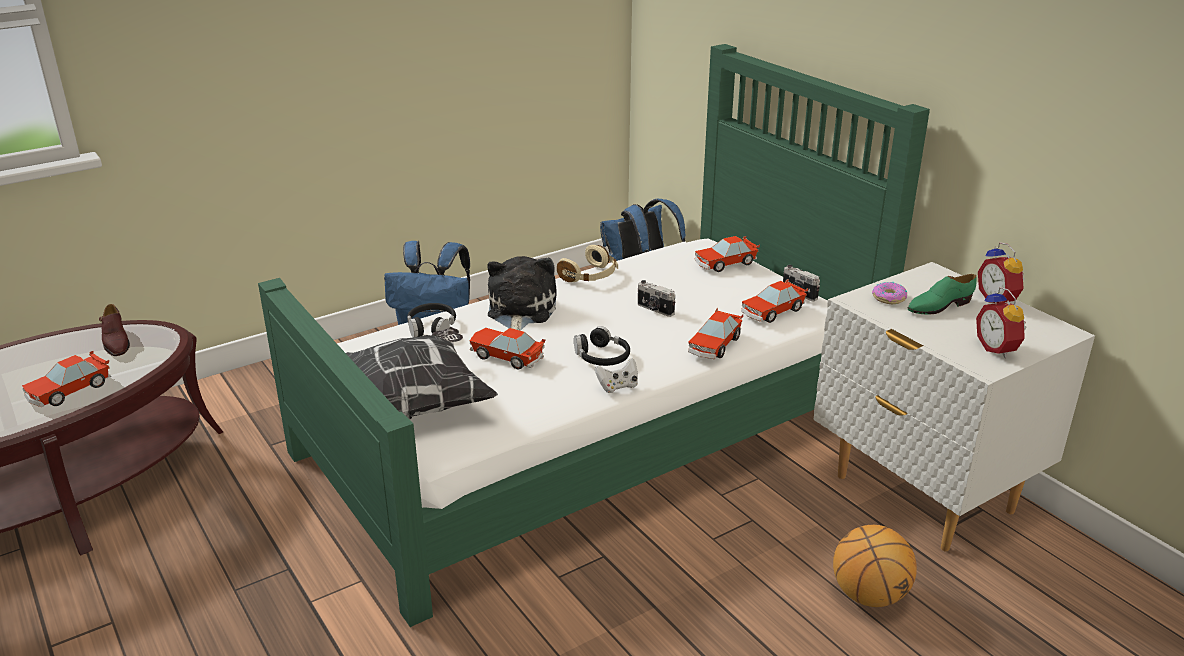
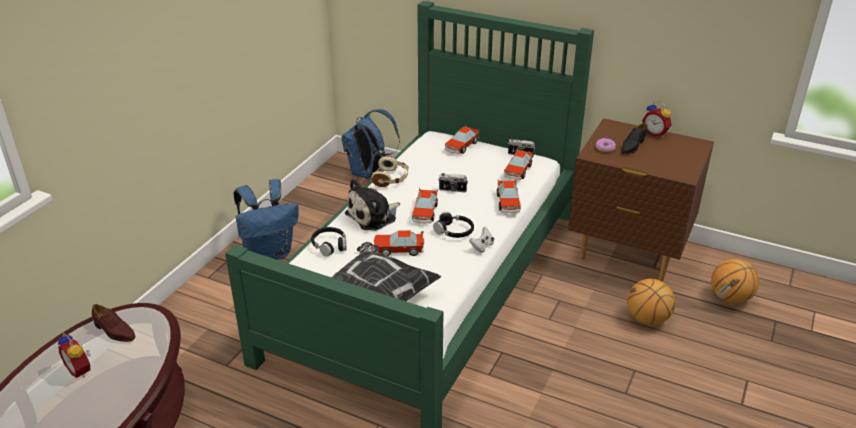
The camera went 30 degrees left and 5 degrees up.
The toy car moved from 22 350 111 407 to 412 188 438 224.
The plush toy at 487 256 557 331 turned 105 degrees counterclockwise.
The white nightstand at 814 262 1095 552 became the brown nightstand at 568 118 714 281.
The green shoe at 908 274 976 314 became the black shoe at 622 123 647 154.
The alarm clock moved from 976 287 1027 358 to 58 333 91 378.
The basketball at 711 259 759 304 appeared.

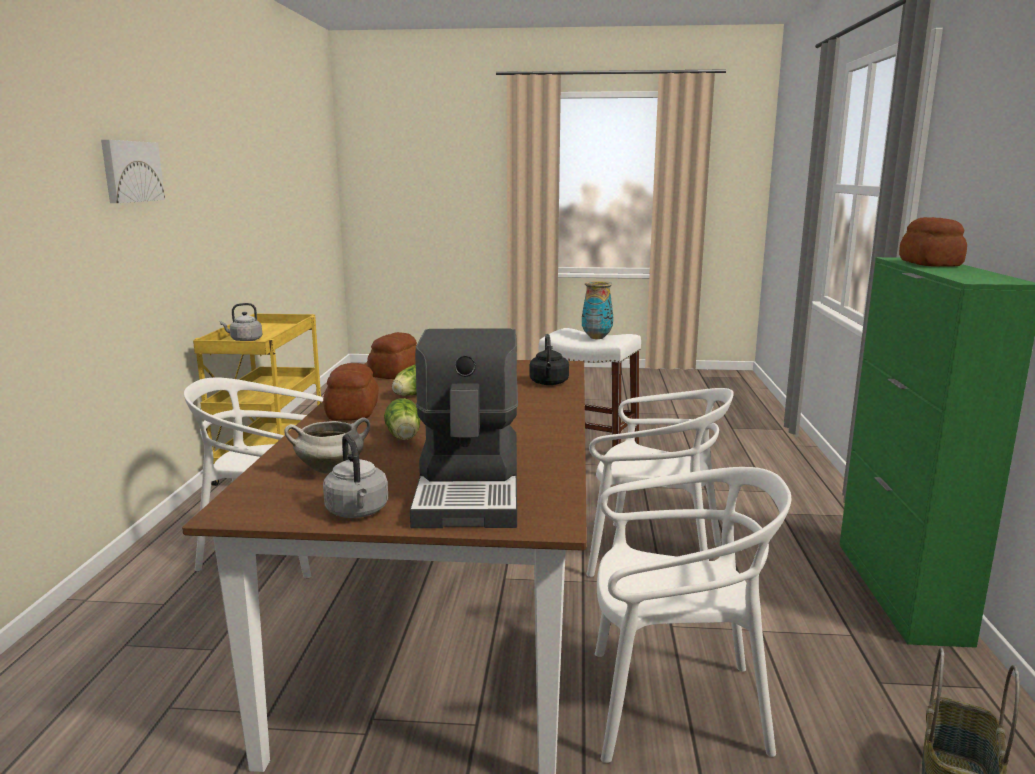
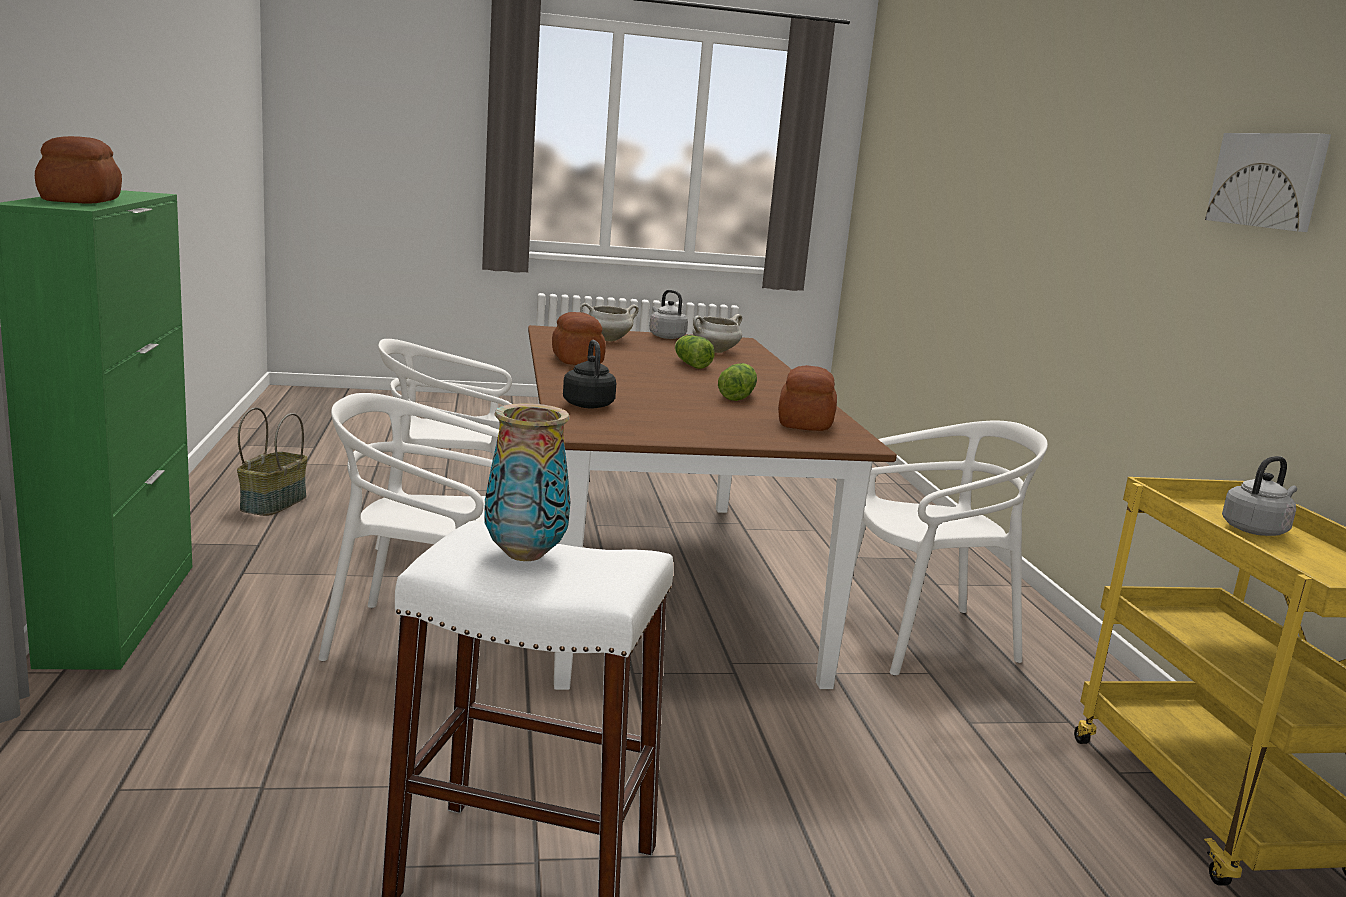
The camera went 165 degrees right and 0 degrees up.
The bread moved from 323 363 379 421 to 552 312 606 365.
The coffee machine at 410 329 518 528 was replaced by the white cooking pot at 580 303 639 341.

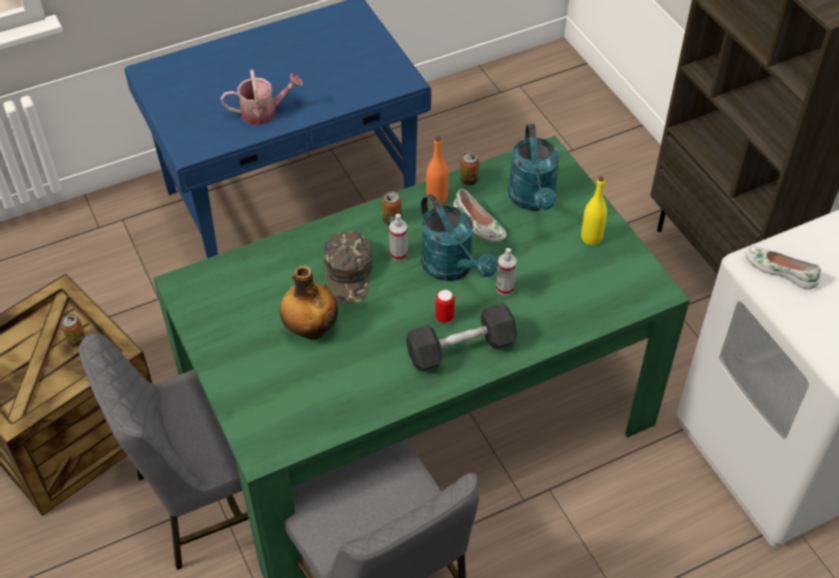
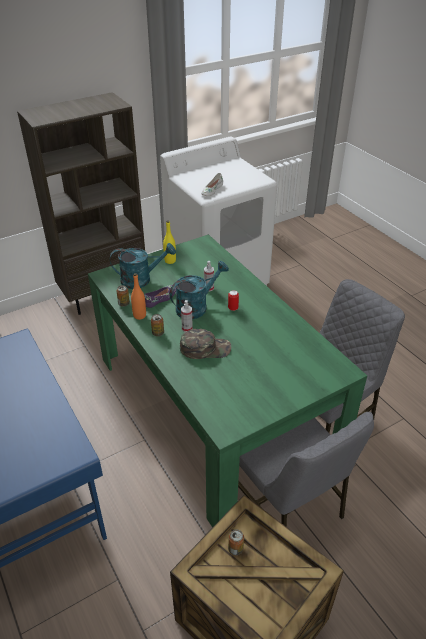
The camera went 95 degrees left and 10 degrees down.
The watering can at 221 69 303 125 disappeared.
The bottle at 280 266 338 340 disappeared.
The black dumbbell at 406 303 517 371 disappeared.
The white shoe at 453 189 507 242 became the purple shoe at 144 285 176 308.

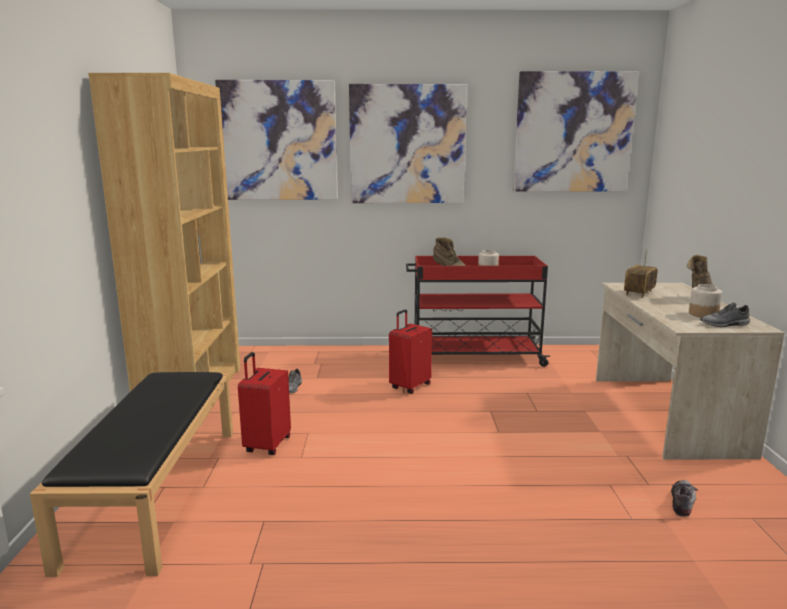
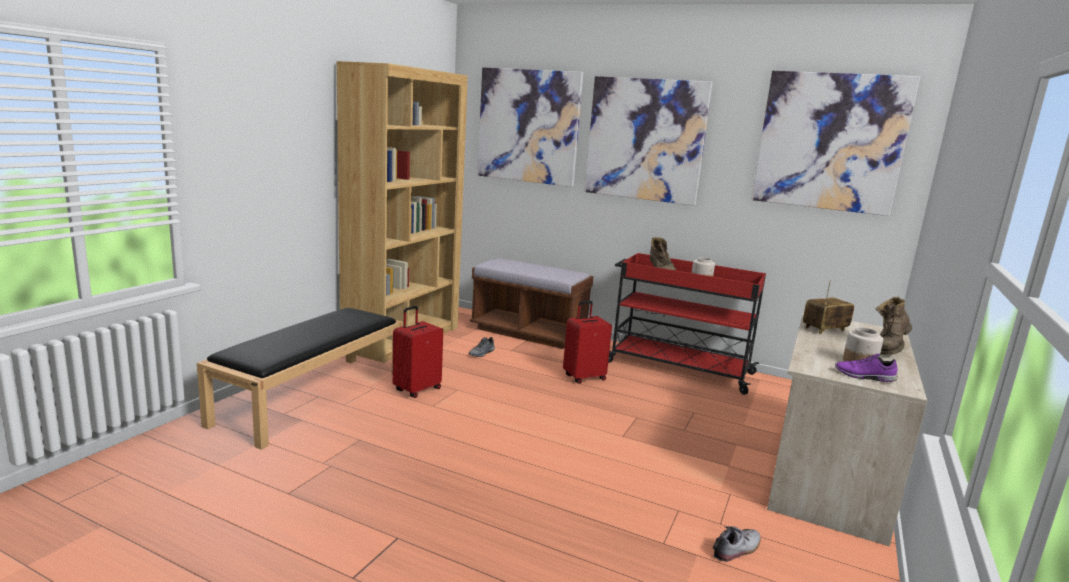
The camera went 25 degrees right and 0 degrees up.
The grey shoe at 700 303 750 327 became the purple shoe at 835 354 898 382.
The brown bench at 470 258 593 349 appeared.

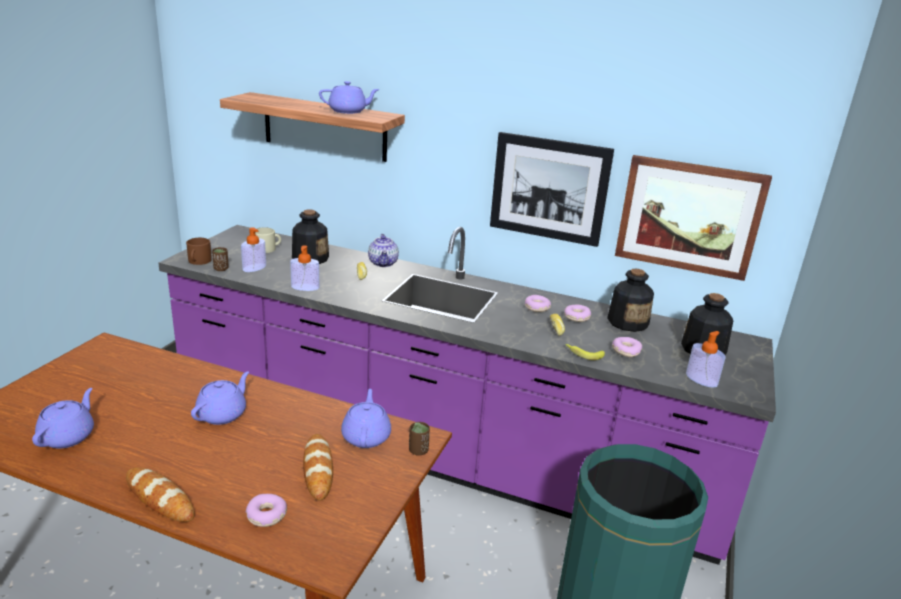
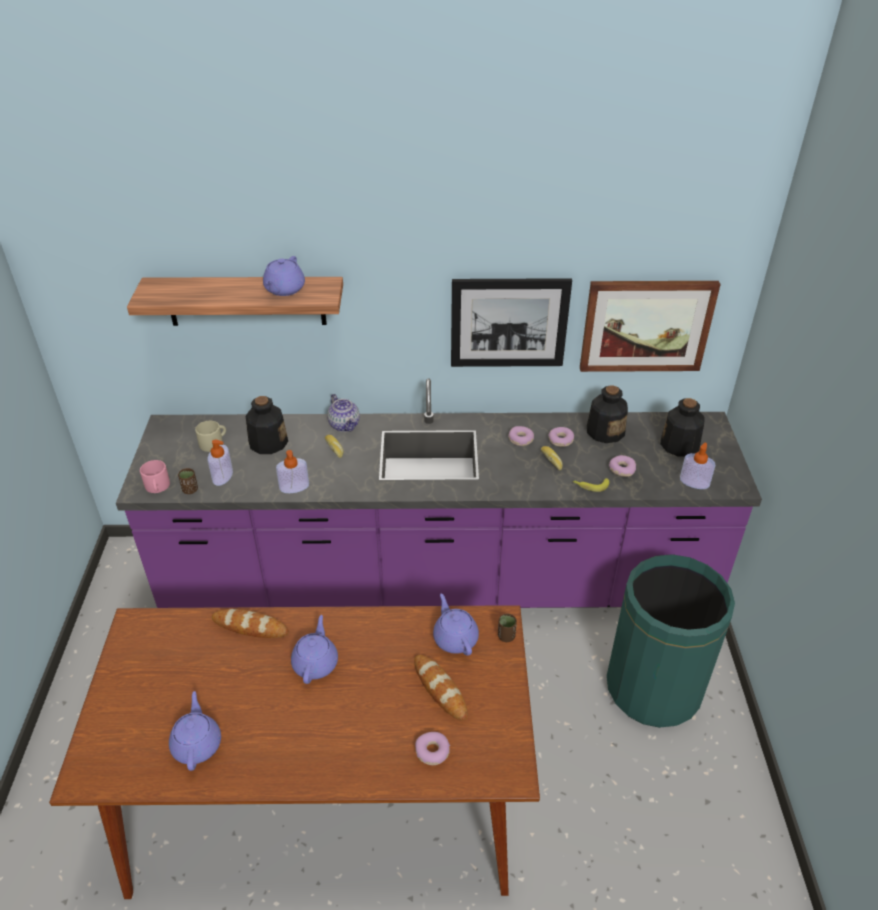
The camera went 20 degrees left and 15 degrees up.
The bread moved from 126 468 195 522 to 212 609 289 638.
The brown mug at 186 238 212 265 became the pink mug at 140 460 170 493.
The purple teapot at 319 81 380 114 turned 135 degrees clockwise.

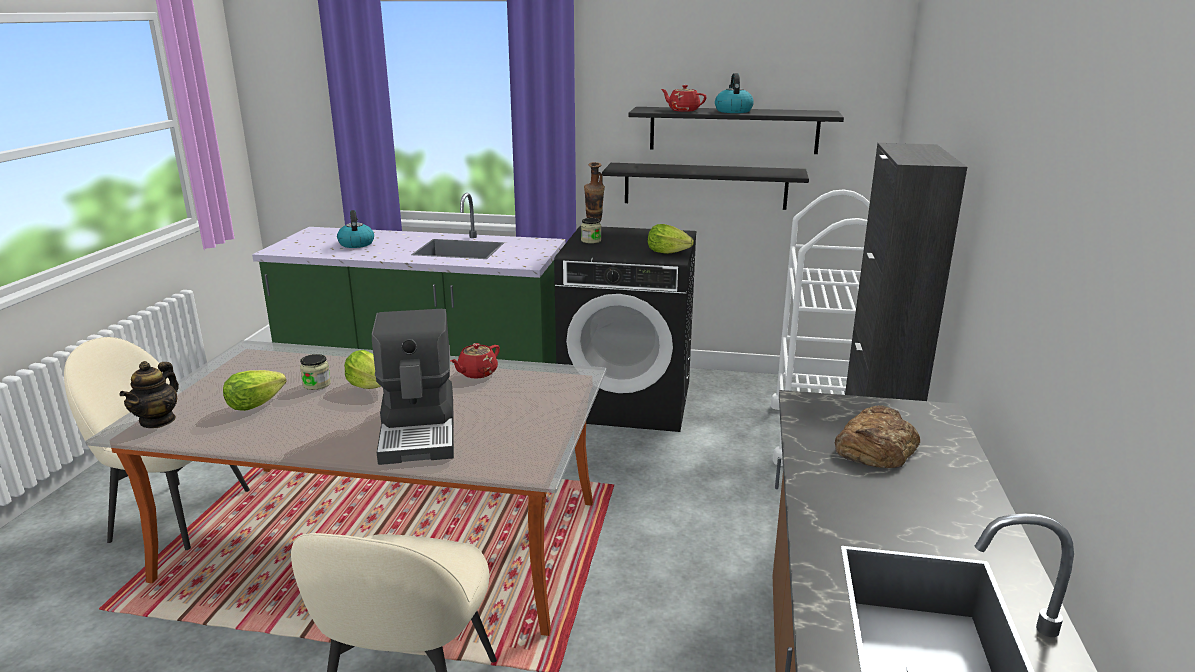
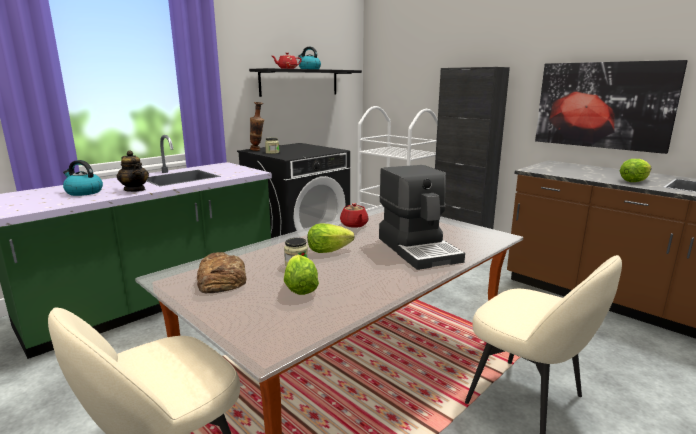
The camera went 55 degrees left and 5 degrees down.
The teapot moved from 119 361 179 428 to 117 150 149 192.
The coffee machine at 372 309 454 465 turned 45 degrees clockwise.
The black shelf at 602 163 809 210 disappeared.
The lettuce moved from 648 224 694 254 to 620 159 651 182.
The bread moved from 835 405 920 468 to 197 252 246 293.
The picture at 535 60 688 154 appeared.

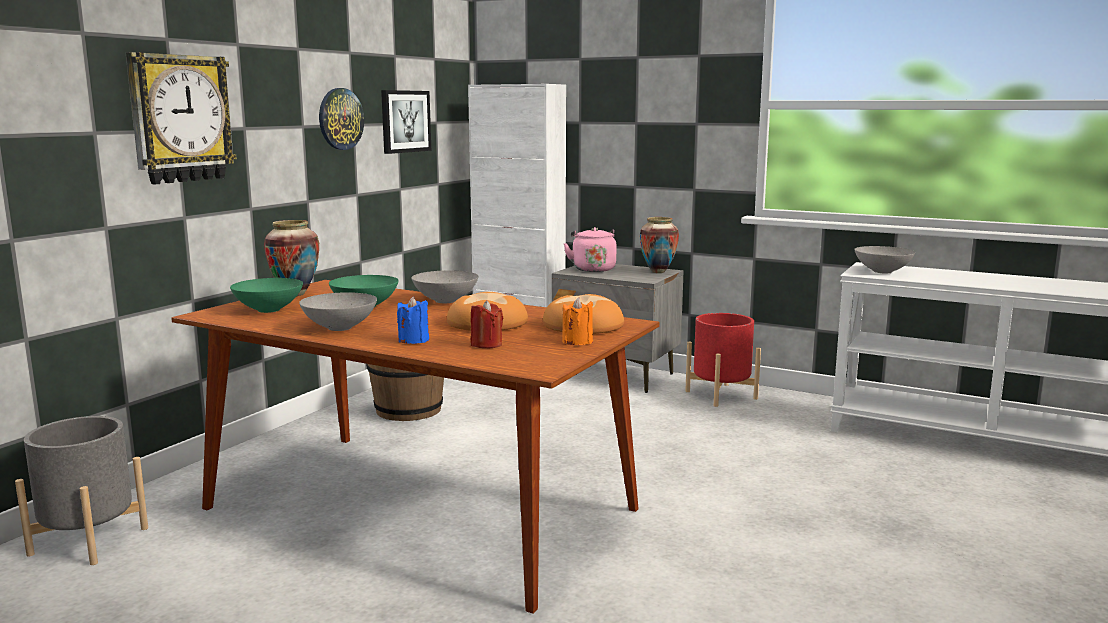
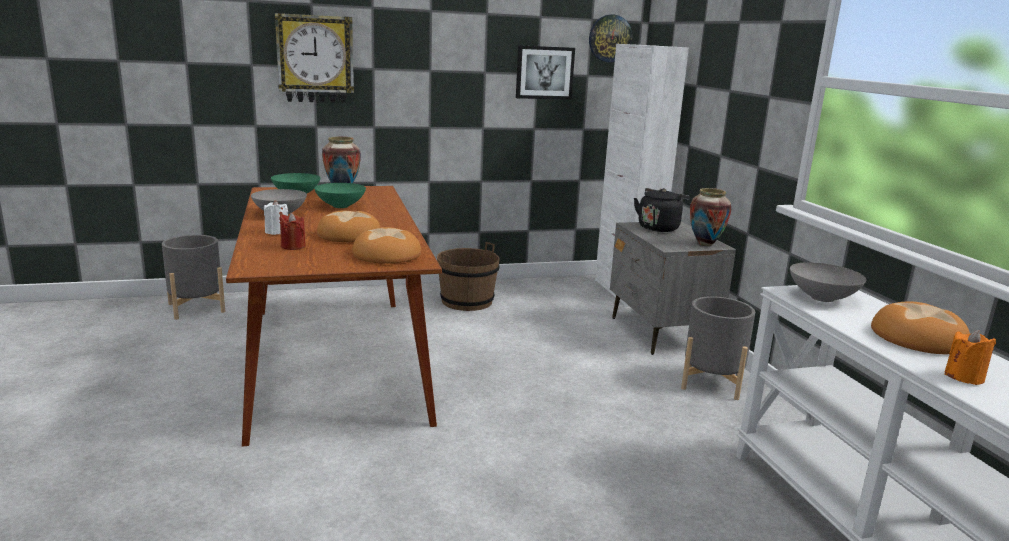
The camera went 45 degrees right and 5 degrees up.
The wall clock moved from 319 88 364 150 to 589 14 632 62.
The blue candle at 397 296 429 344 became the white candle at 264 200 288 235.
The grey bowl at 411 270 478 303 disappeared.
The orange candle moved from 562 298 593 345 to 944 330 996 385.
The pink kettle at 563 227 617 272 became the black kettle at 634 188 690 232.
The red planter at 685 313 761 407 became the grey planter at 681 296 755 400.
The bread at 871 301 970 354 appeared.

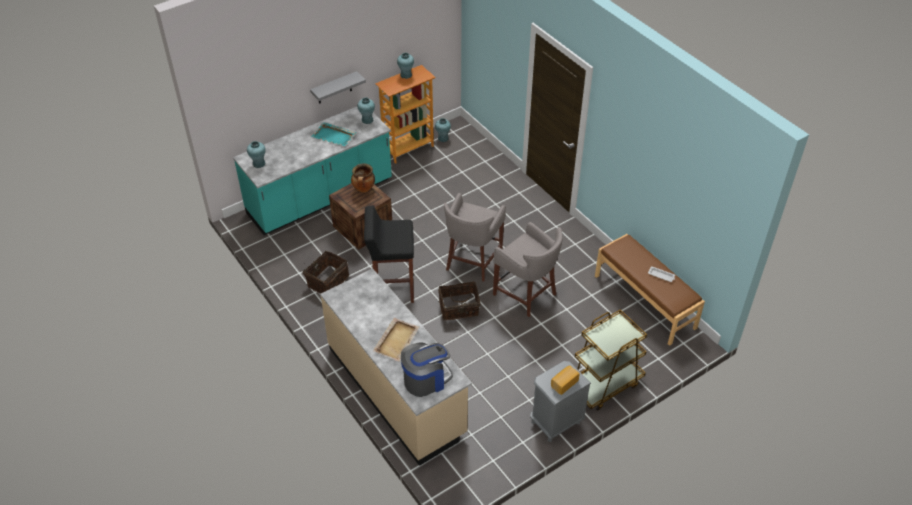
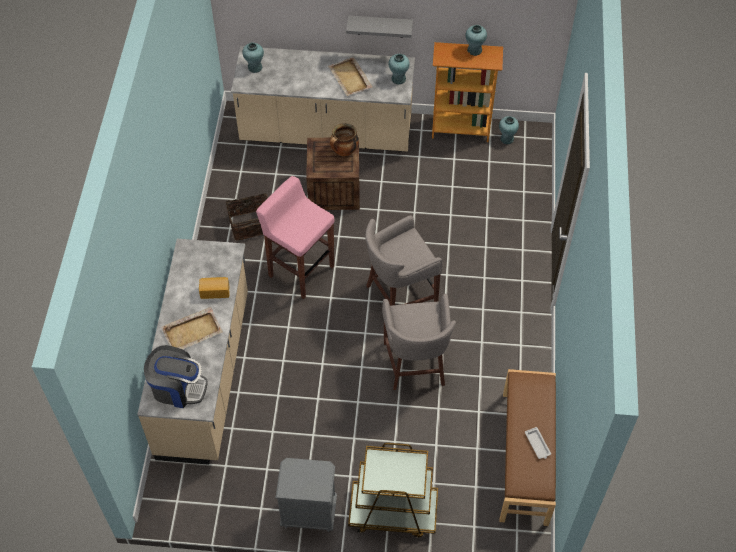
The camera went 40 degrees right and 10 degrees up.
The turquoise counter at 233 107 392 235 became the beige counter at 231 46 415 152.
The turquoise tray at 311 122 357 146 became the beige tray at 328 57 373 96.
The black stool at 364 206 414 303 became the pink stool at 256 176 334 299.
The basket at 438 281 481 320 disappeared.
The bread moved from 551 366 580 395 to 199 277 230 299.

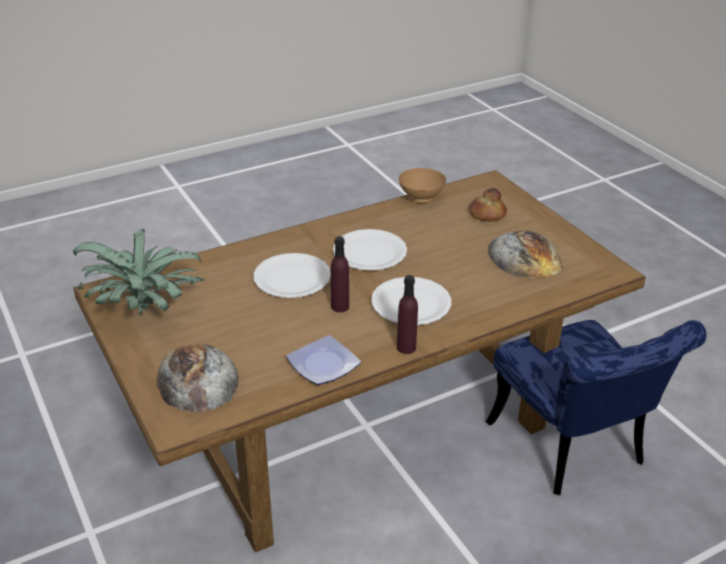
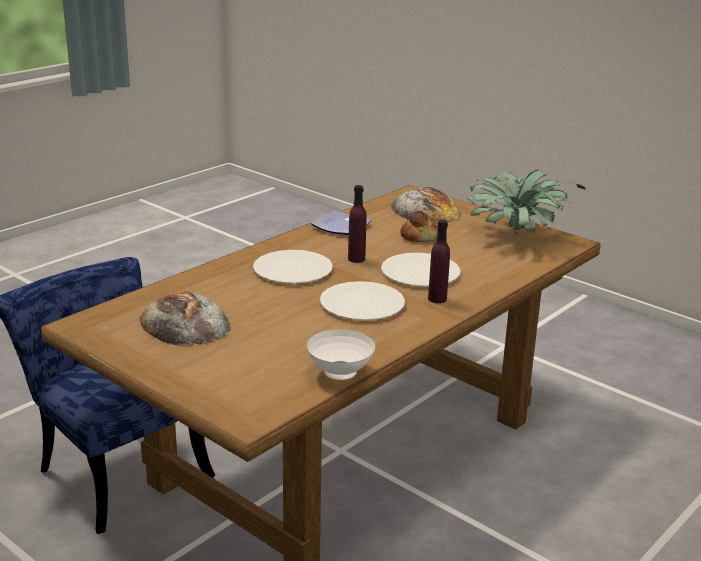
The camera went 160 degrees right and 10 degrees down.
The purple bottle moved from 397 275 418 354 to 428 219 450 303.
The brown bowl at 399 168 446 203 became the white bowl at 307 329 375 380.
The bread moved from 469 188 507 222 to 400 211 438 242.

